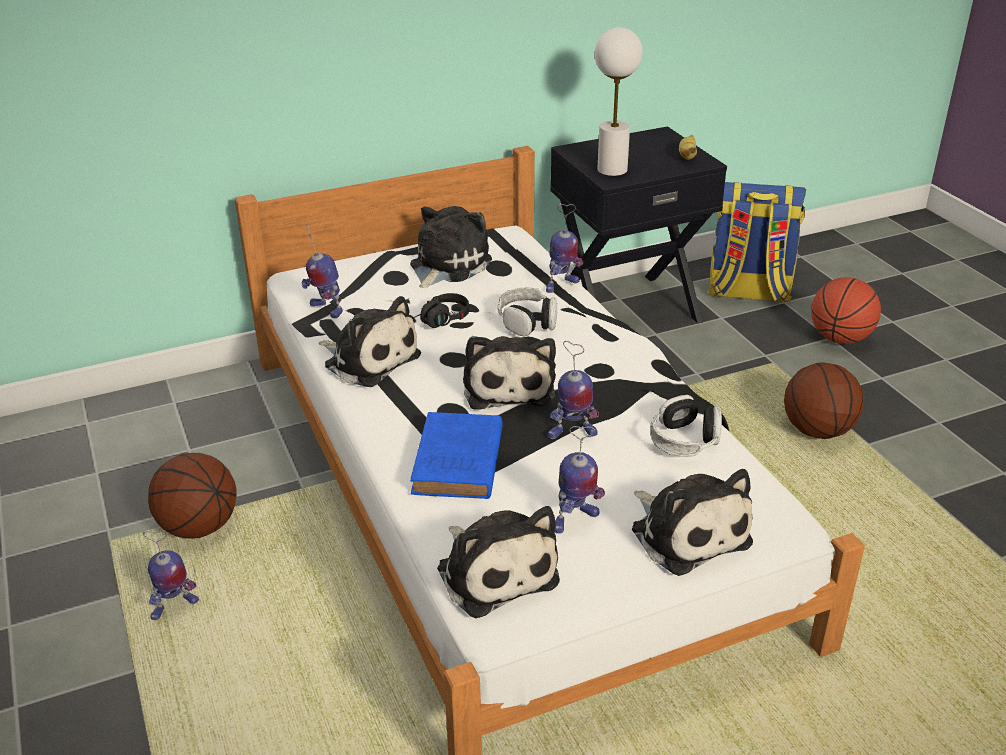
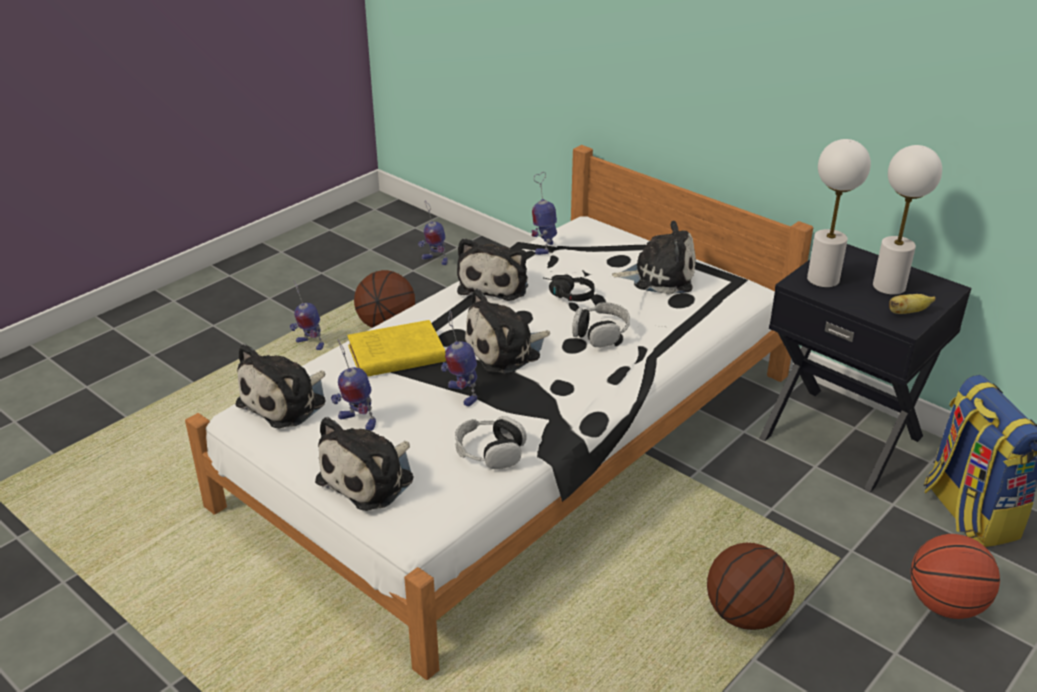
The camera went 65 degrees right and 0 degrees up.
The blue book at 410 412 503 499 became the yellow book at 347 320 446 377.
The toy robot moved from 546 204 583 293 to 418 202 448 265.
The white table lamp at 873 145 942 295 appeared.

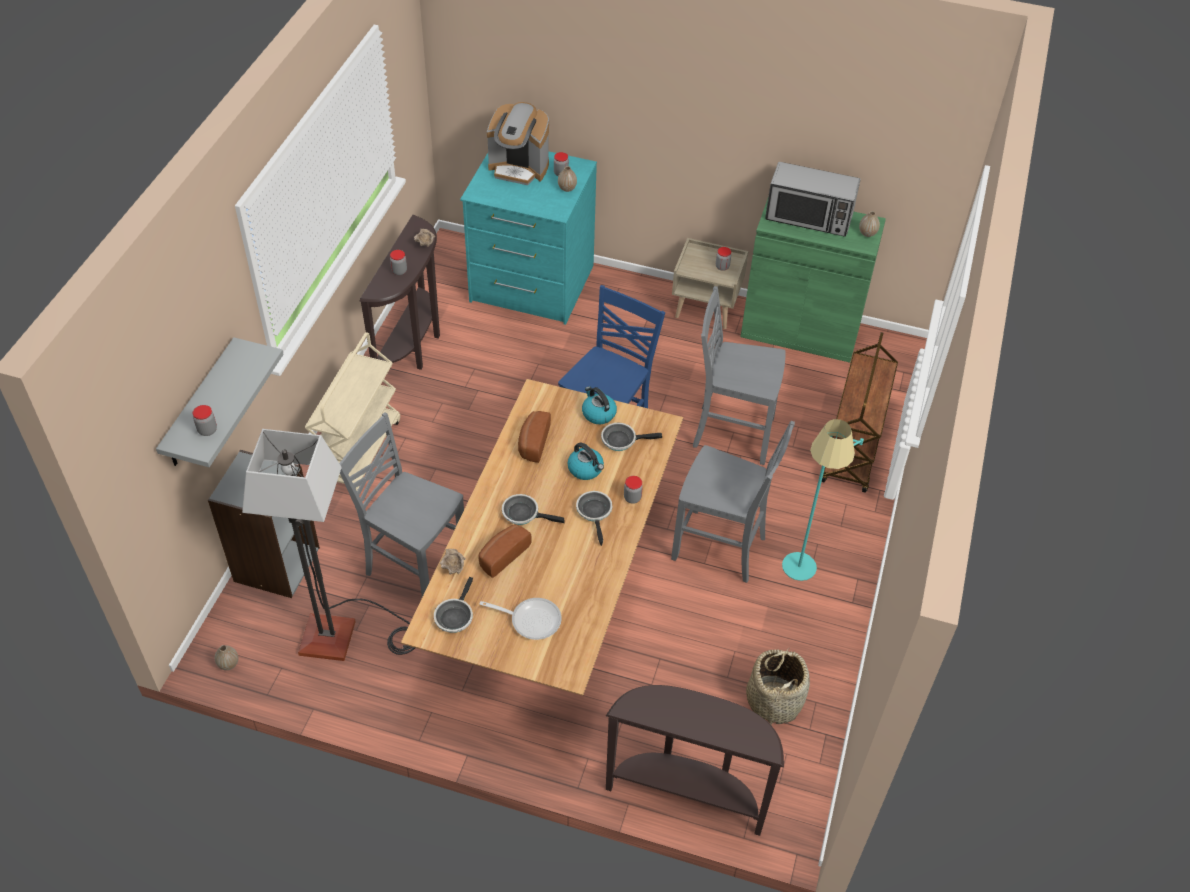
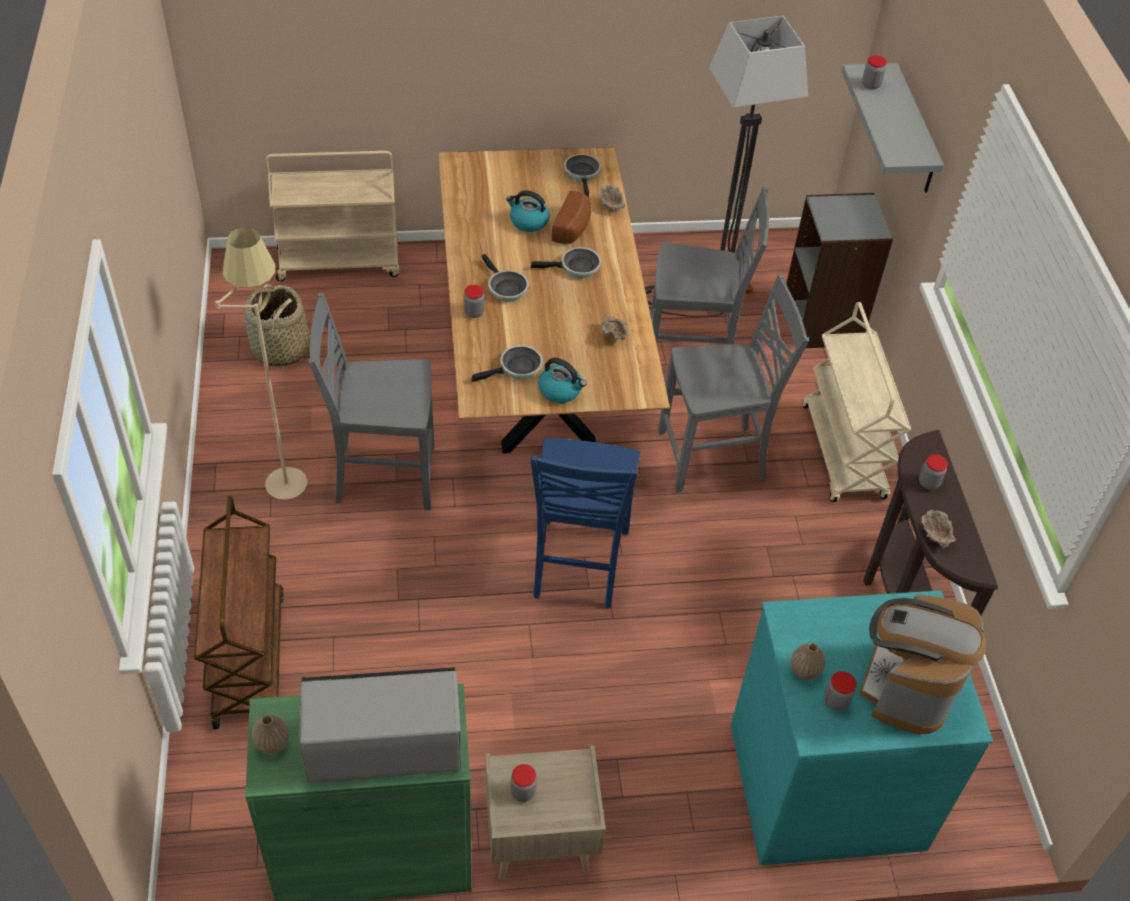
The camera went 155 degrees right and 0 degrees up.
The vase at 215 645 238 670 disappeared.
The frying pan at 480 598 562 640 disappeared.
The coffee machine at 487 102 549 185 turned 60 degrees counterclockwise.
The bread at 518 411 551 463 was replaced by the beige bowl at 602 316 628 341.
The kettle moved from 567 443 604 480 to 506 190 550 232.
The brown console table at 606 685 784 836 was replaced by the beige cart at 266 151 400 281.
The grey chair moved from 693 286 786 465 to 658 275 809 492.
The turquoise floor lamp at 782 419 864 581 became the beige floor lamp at 215 227 307 500.

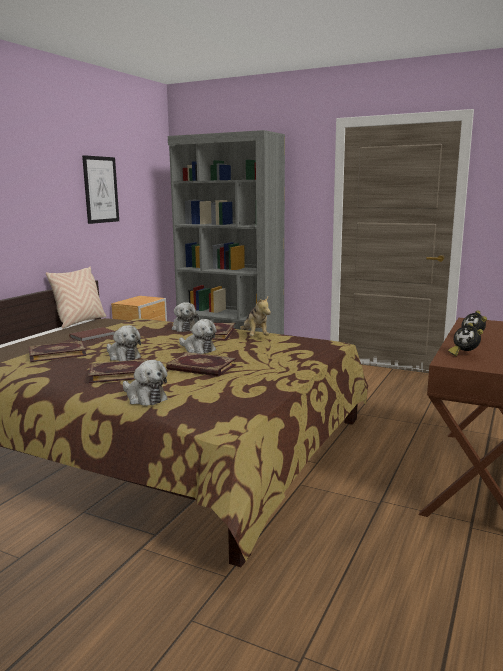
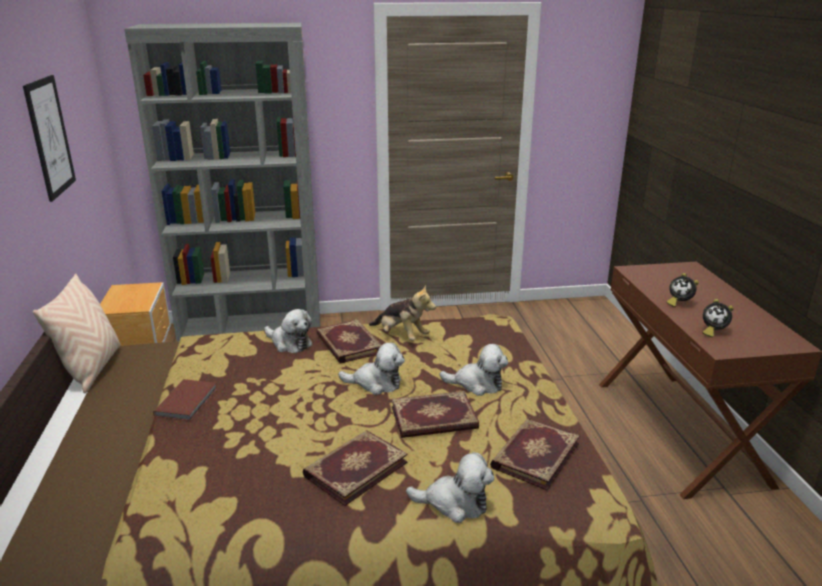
The camera went 35 degrees left and 10 degrees up.
The book moved from 29 341 87 362 to 490 418 580 491.
The plush toy moved from 107 325 141 361 to 439 344 508 396.

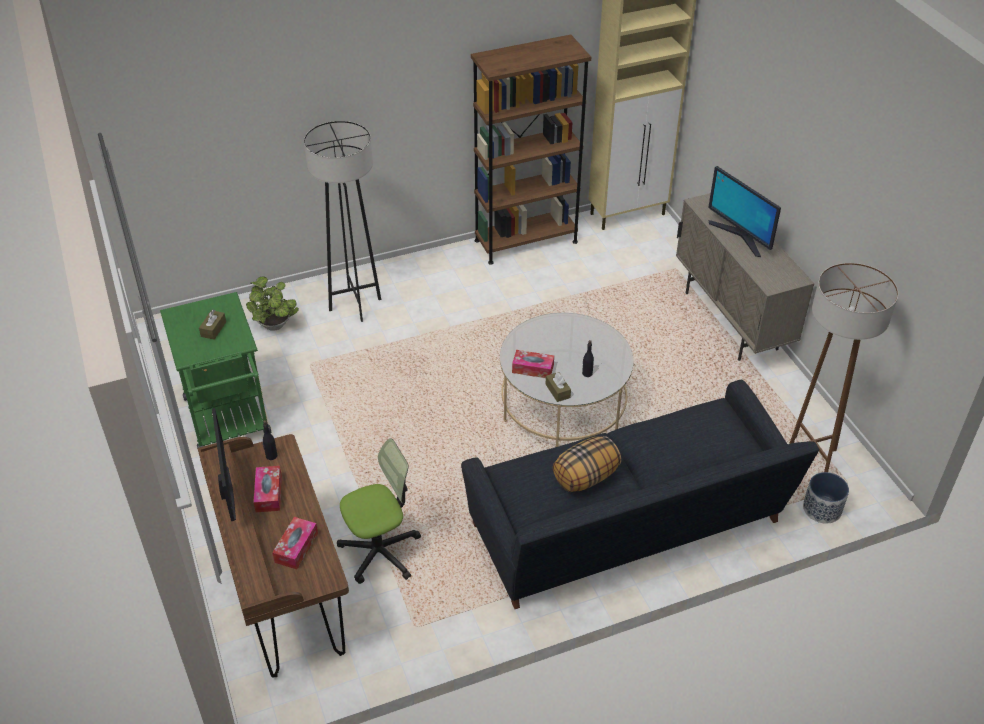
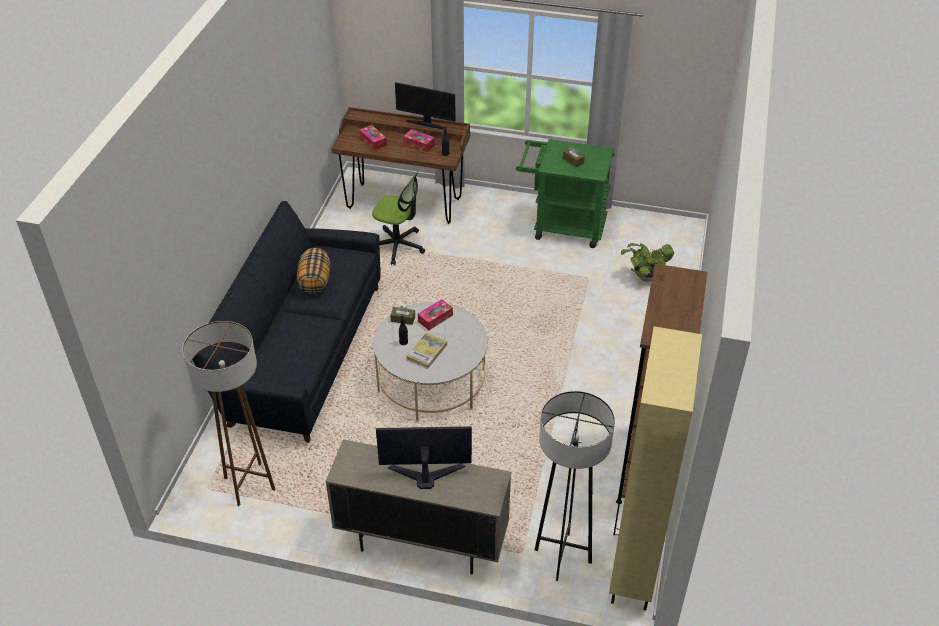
The camera went 125 degrees right and 0 degrees up.
The grey floor lamp moved from 304 121 381 322 to 535 391 615 581.
The office chair at 337 438 421 584 turned 75 degrees counterclockwise.
The planter at 803 472 849 524 disappeared.
The book at 407 333 447 369 appeared.

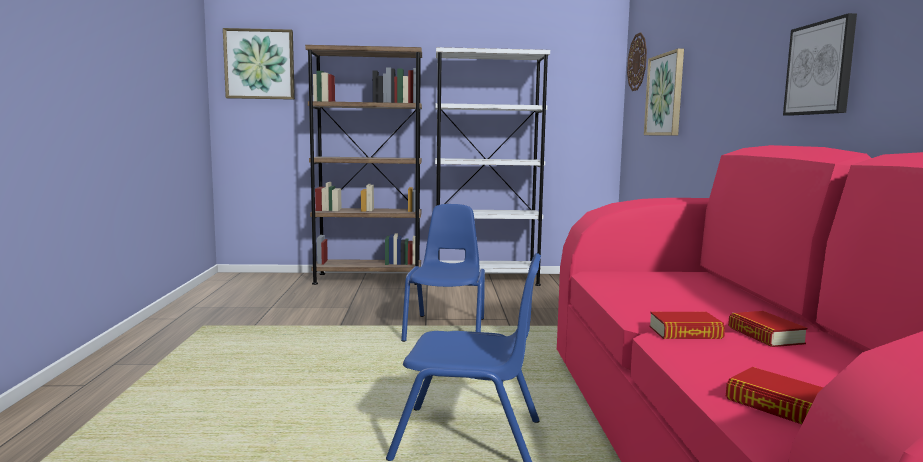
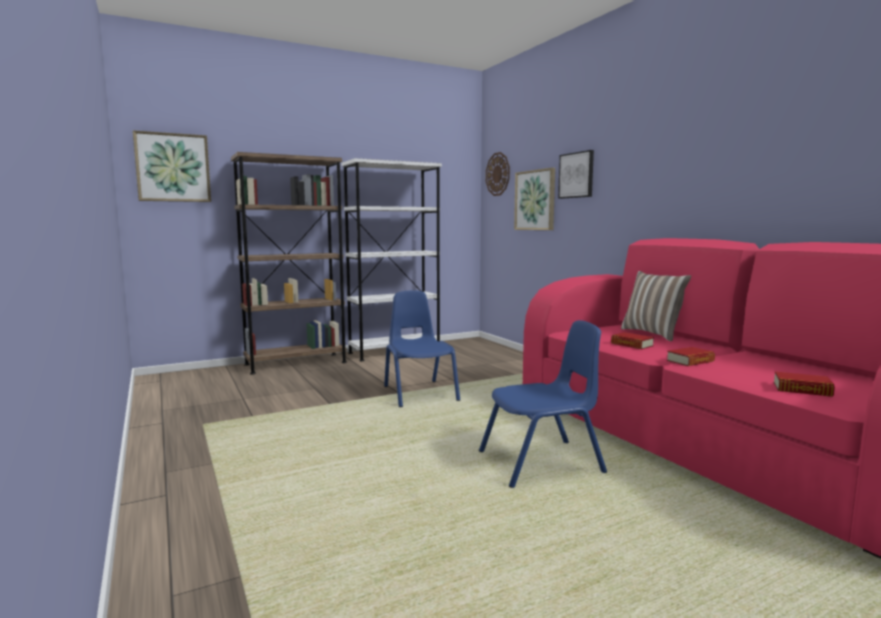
The camera went 25 degrees left and 0 degrees up.
The book moved from 728 311 808 347 to 611 332 654 349.
The picture moved from 783 13 857 116 to 558 150 594 199.
The pillow at 621 271 691 341 appeared.

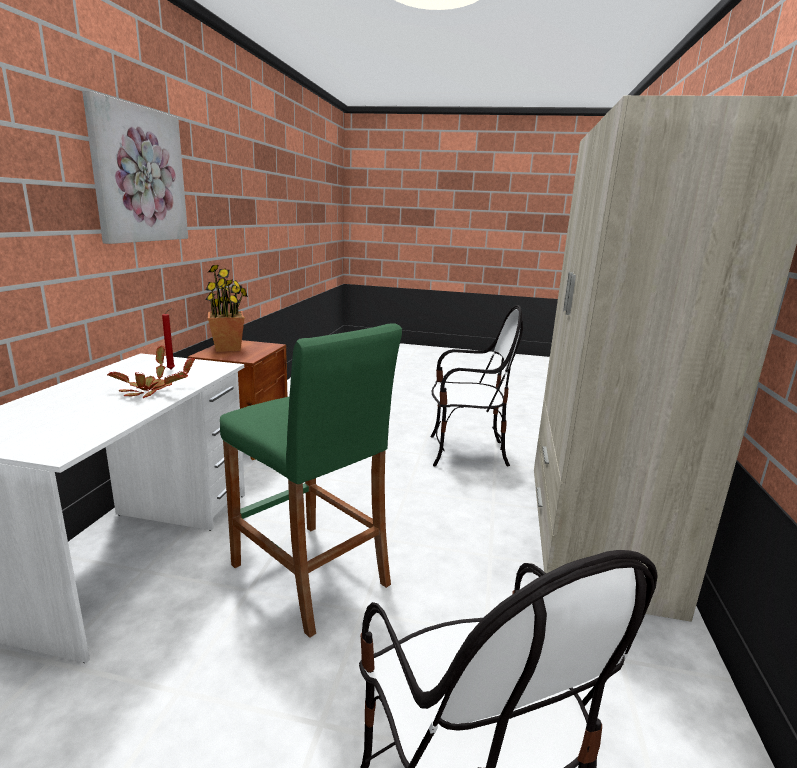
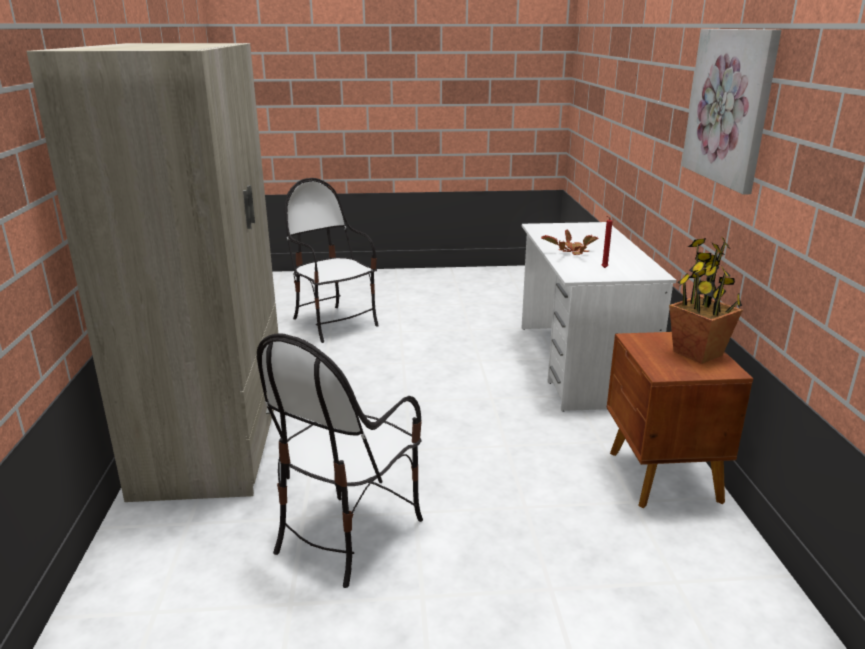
The camera went 165 degrees right and 5 degrees up.
The green stool at 220 323 402 638 disappeared.
The chair at 431 305 523 466 turned 45 degrees counterclockwise.

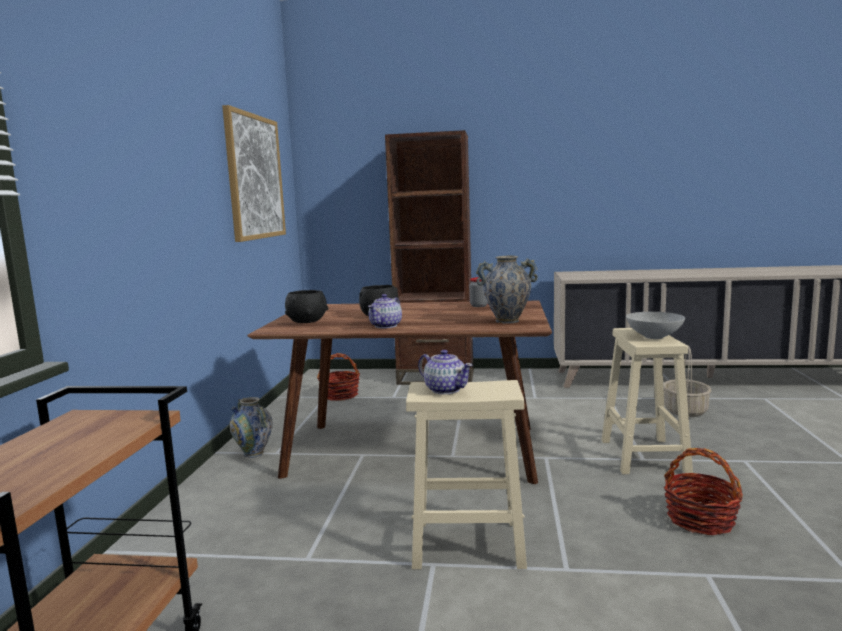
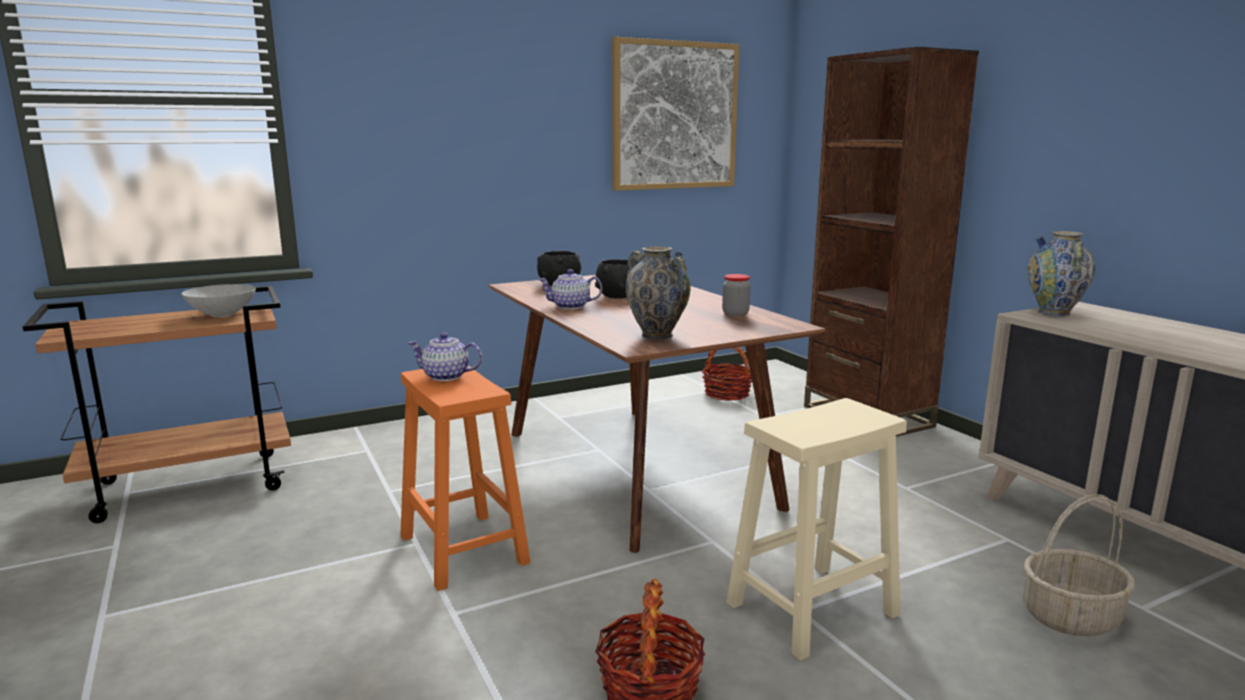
The camera went 55 degrees right and 5 degrees up.
The vase moved from 230 397 273 458 to 1027 231 1095 317.
The beige stool at 406 380 527 569 became the orange stool at 400 365 531 591.
The teapot at 418 350 473 394 turned 90 degrees clockwise.
The grey bowl moved from 626 312 685 339 to 181 284 256 317.

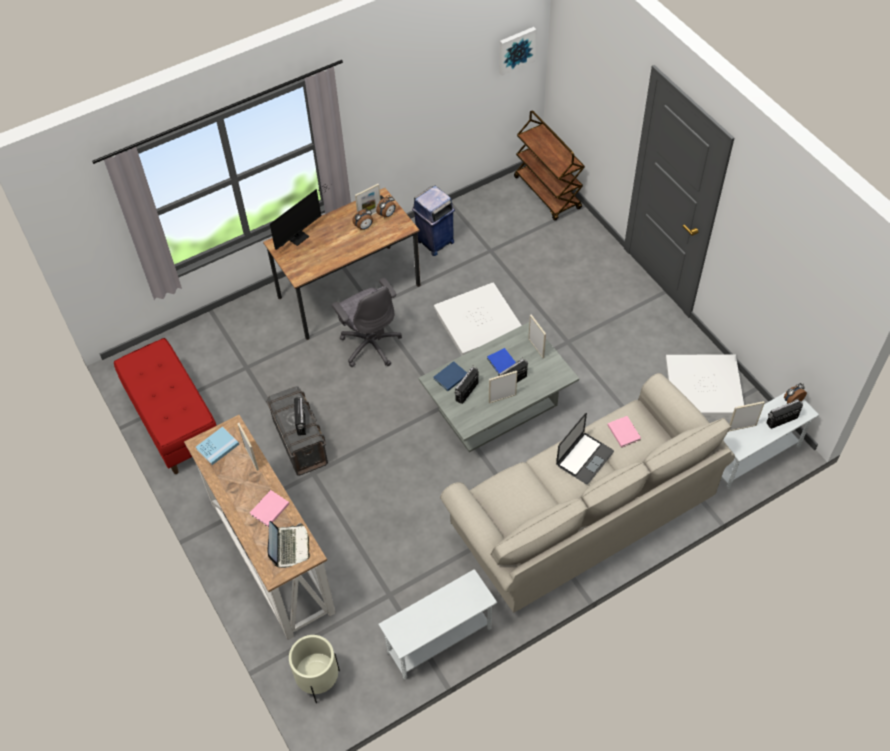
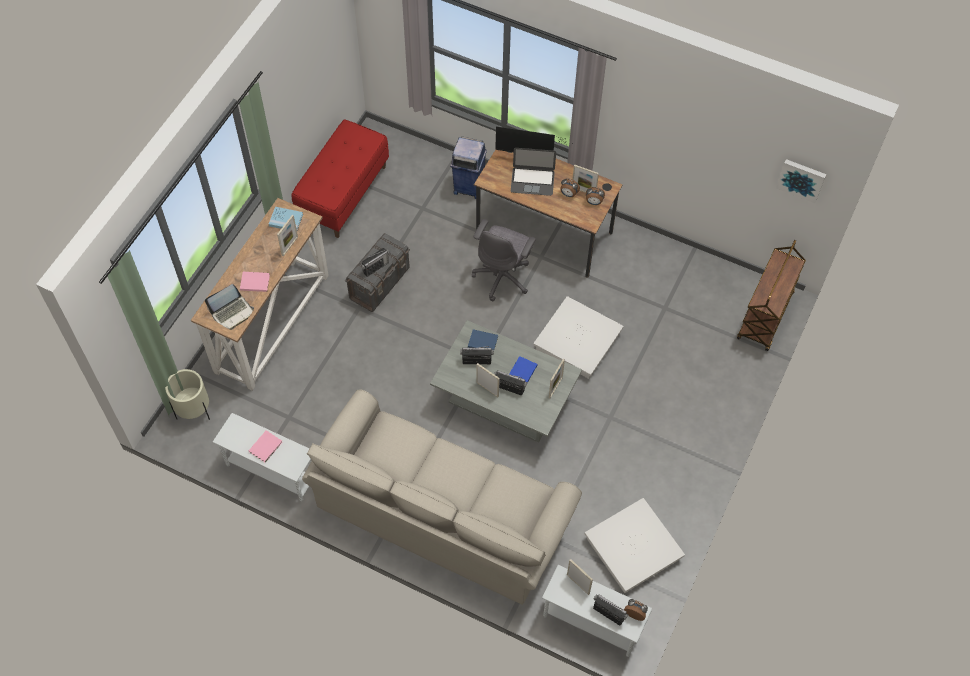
The camera went 55 degrees right and 5 degrees up.
The blue trash can moved from 412 186 455 256 to 450 136 487 199.
The laptop moved from 556 413 614 484 to 511 148 556 196.
The pink book moved from 608 416 641 448 to 249 430 283 463.

